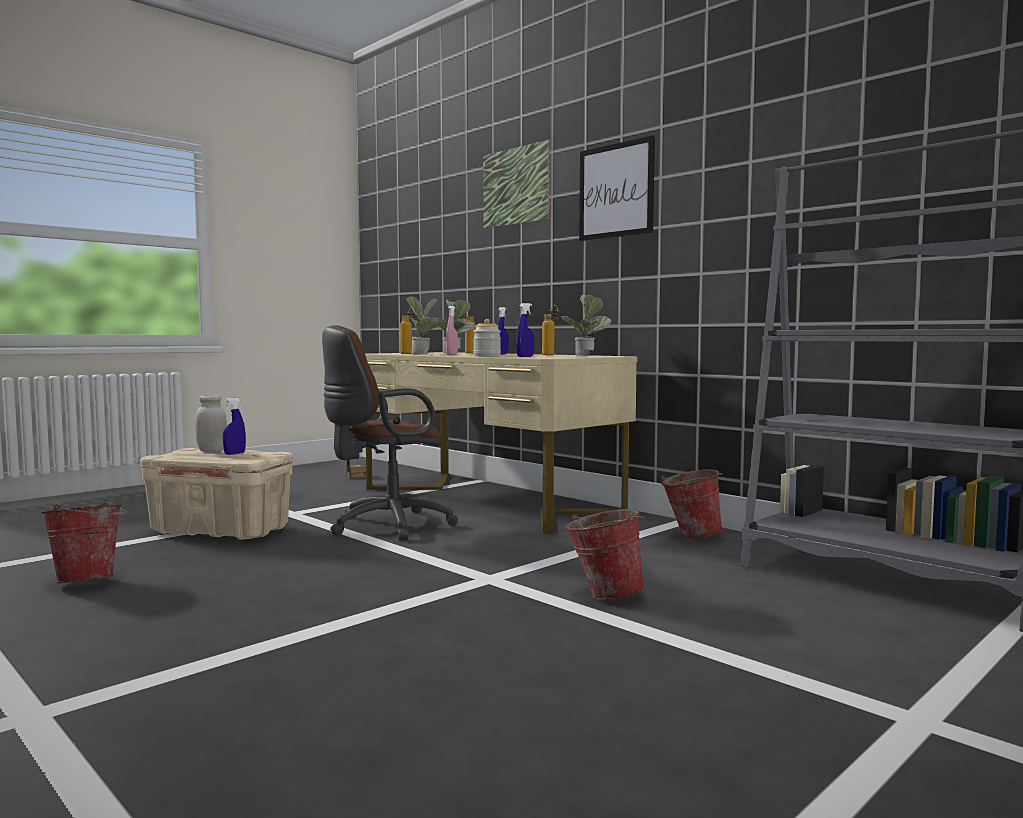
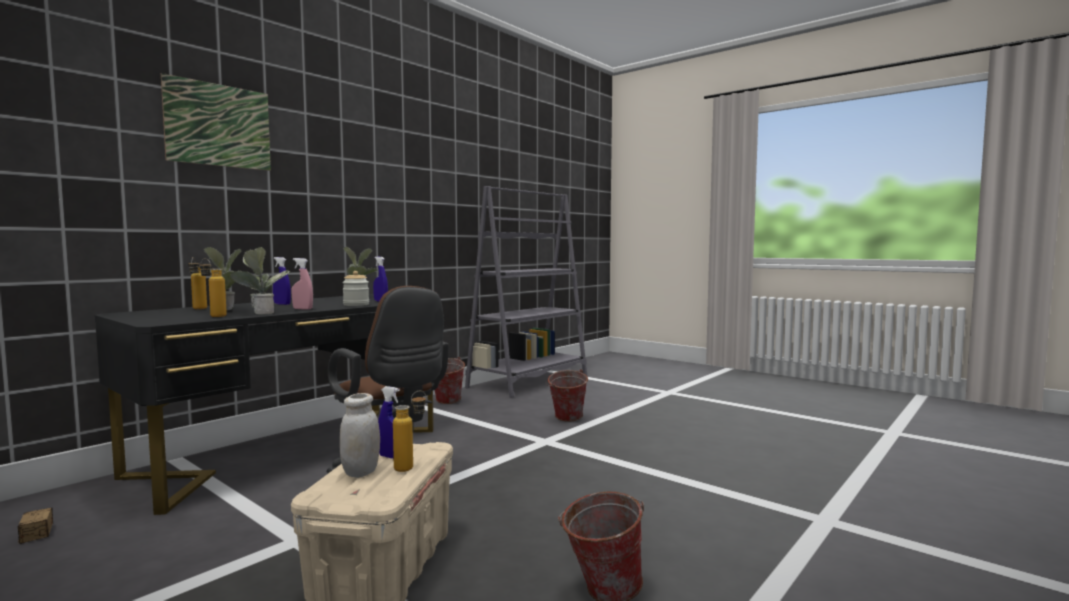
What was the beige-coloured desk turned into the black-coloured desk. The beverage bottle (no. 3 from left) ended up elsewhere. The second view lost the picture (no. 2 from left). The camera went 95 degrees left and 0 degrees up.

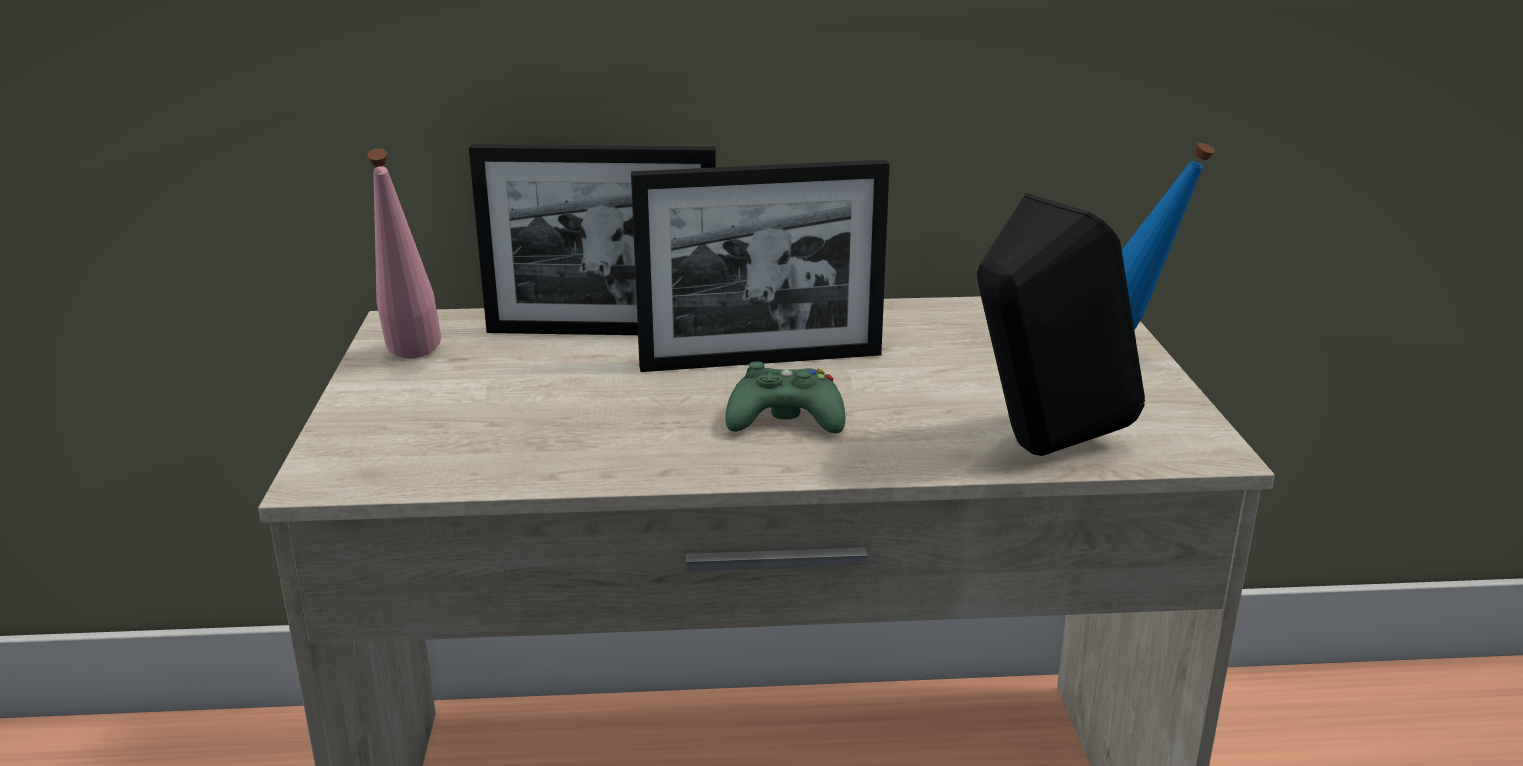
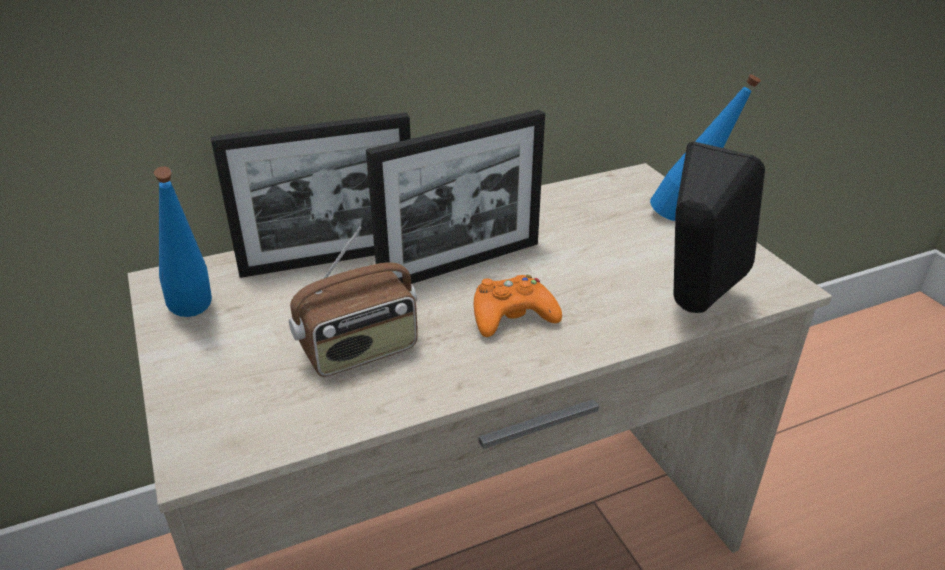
What was the pink-coloured beverage bottle turned into the blue beverage bottle (no. 1 from left). What was the green joypad turned into the orange-coloured joypad. The second view gained the radio. The camera went 20 degrees left and 10 degrees up.

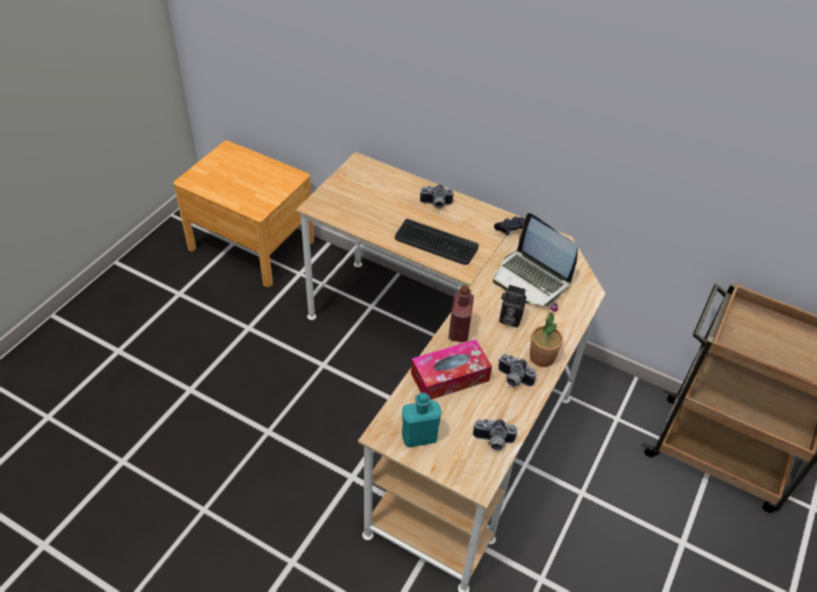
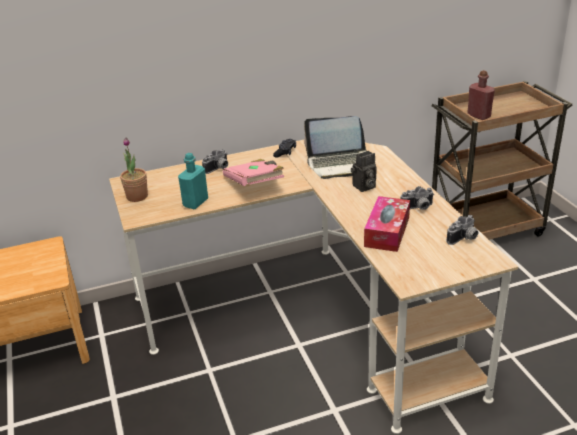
Where the PC keyboard stood, the pink-coloured book came to stand. The blue-green beverage bottle ended up elsewhere. The red beverage bottle ended up elsewhere. The plant in a pot ended up elsewhere. The camera went 45 degrees left and 15 degrees down.

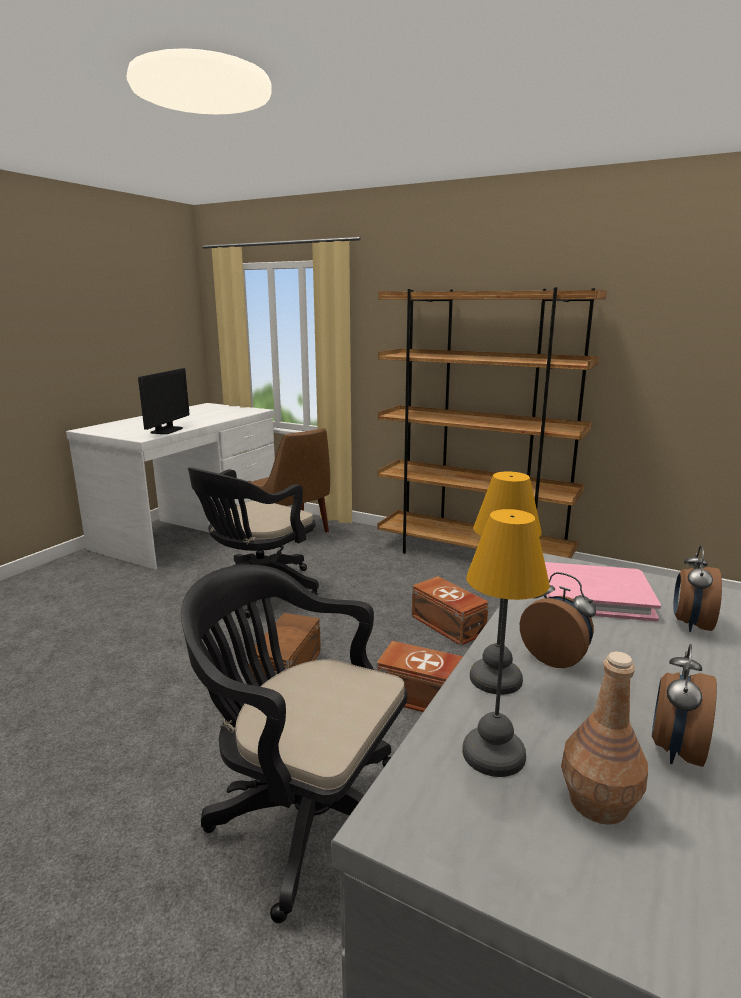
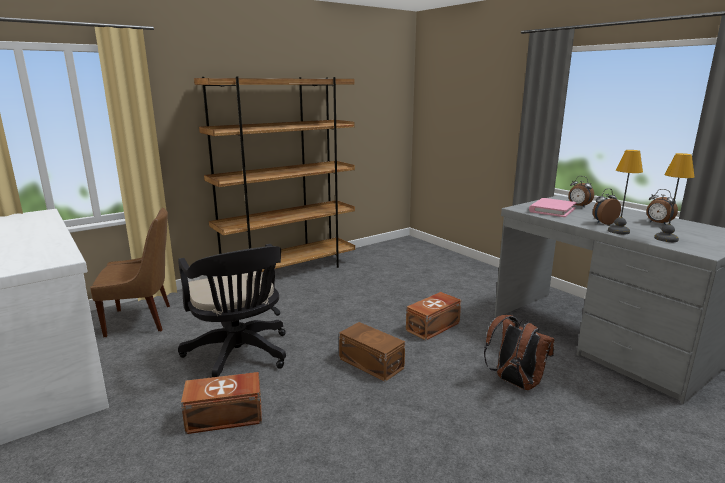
The second view lost the monitor. Where the black-coloured office chair (no. 2 from left) stood, the brown knapsack came to stand. The brown storage container (no. 3 from left in the first image) ended up elsewhere. The second view lost the brown beverage bottle. The camera went 65 degrees left and 0 degrees up.

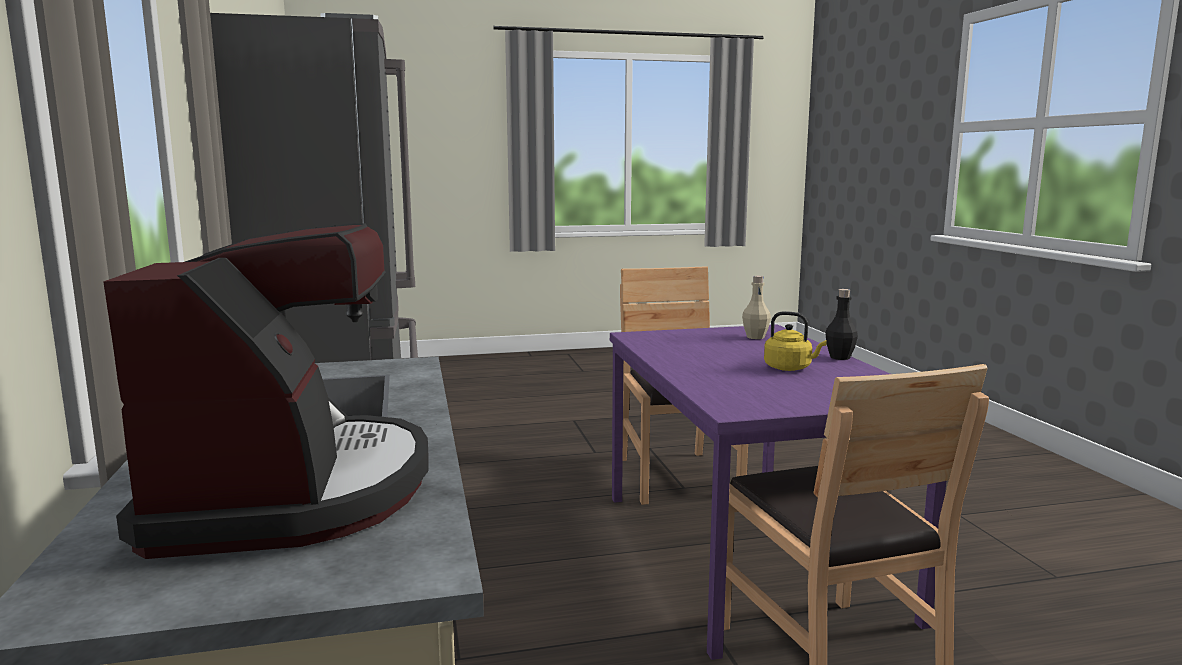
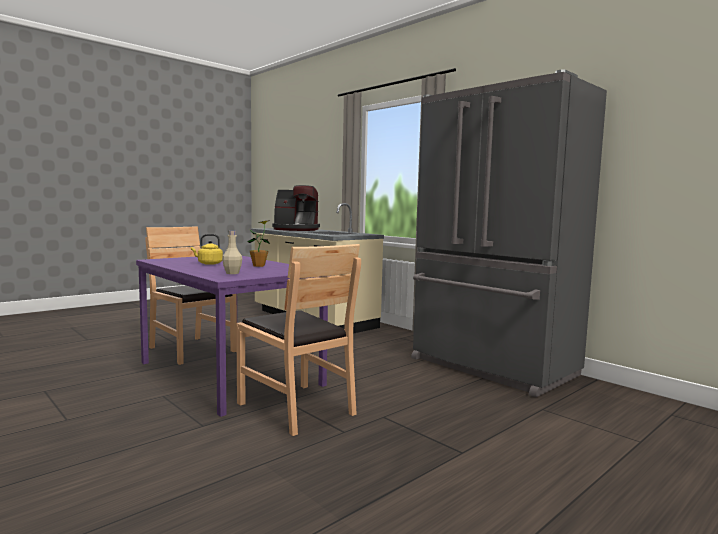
The coffee machine ended up facing another way, 45 degrees counterclockwise from before. The second view lost the black-coloured beverage bottle. The second view gained the plant in a pot. The camera went 150 degrees right and 5 degrees down.

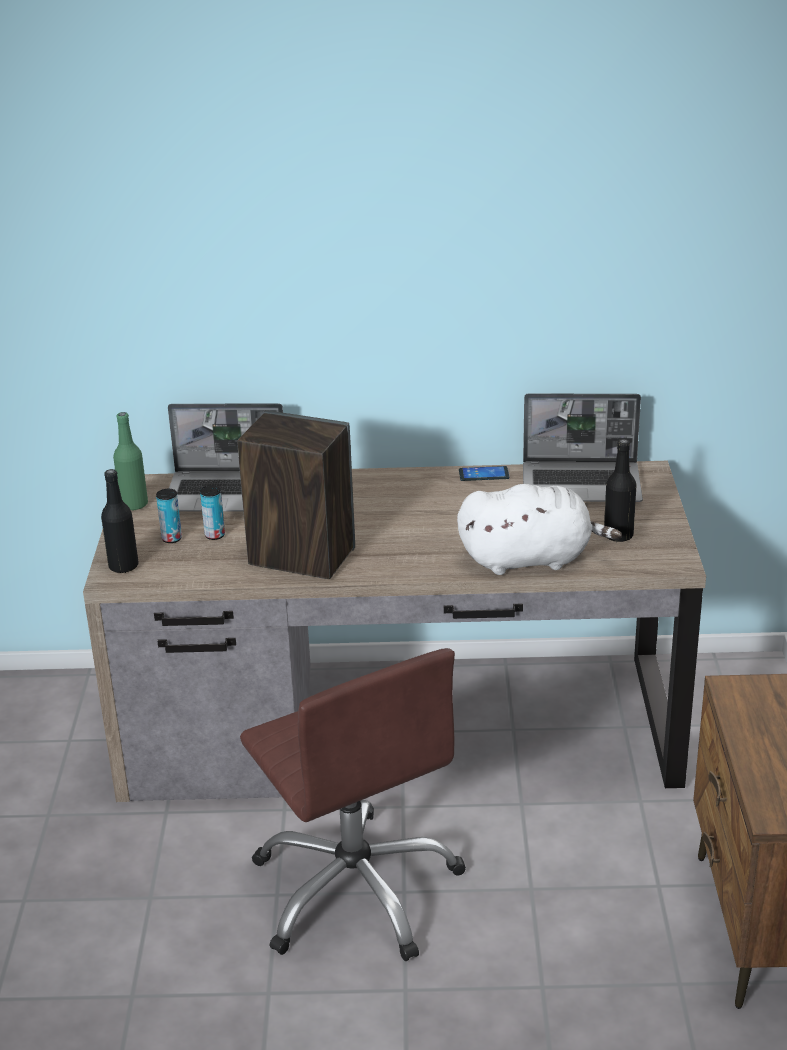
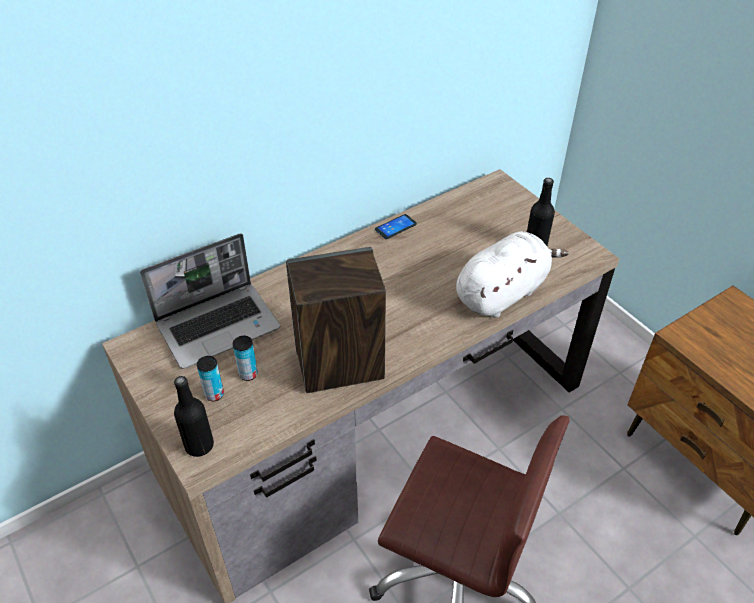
The second view lost the green beverage bottle. The second view lost the portable computer (no. 2 from left). The camera went 35 degrees left and 15 degrees up.

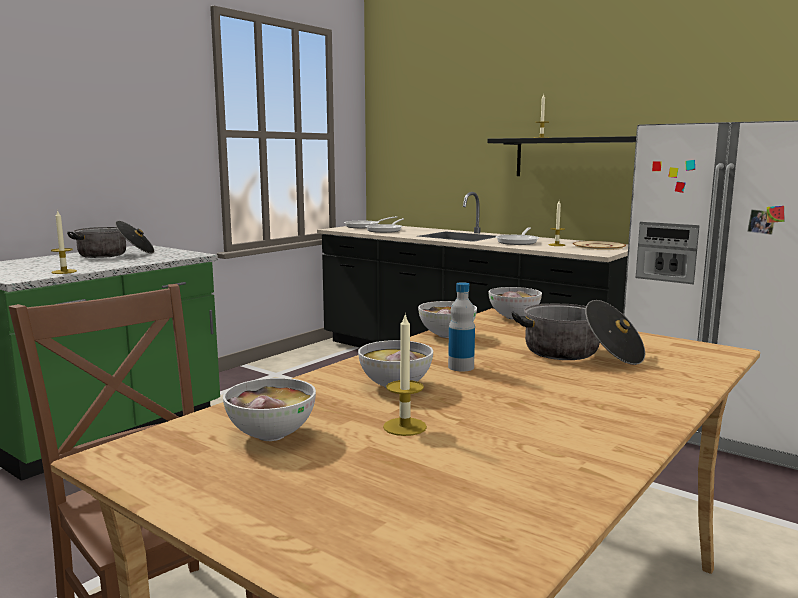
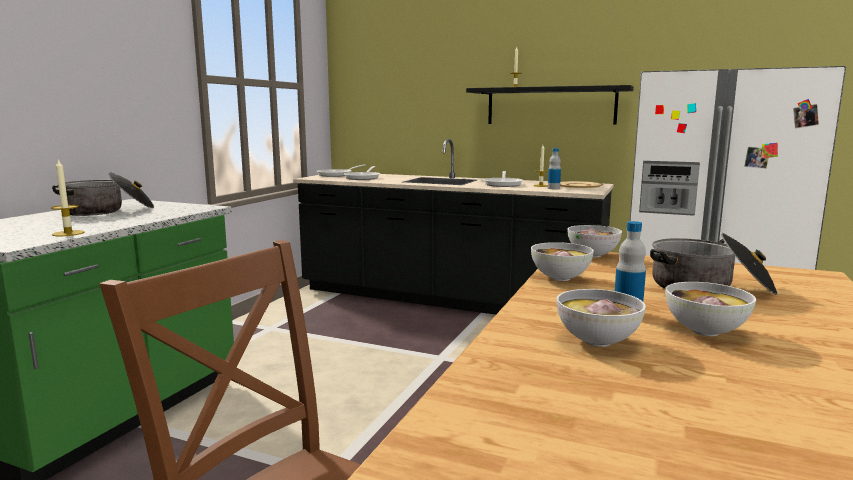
The serving bowl (no. 1 from left in the first image) ended up elsewhere. The second view lost the wax light (no. 2 from left). The second view gained the beverage bottle (no. 1 from left). The camera went 15 degrees left and 0 degrees up.

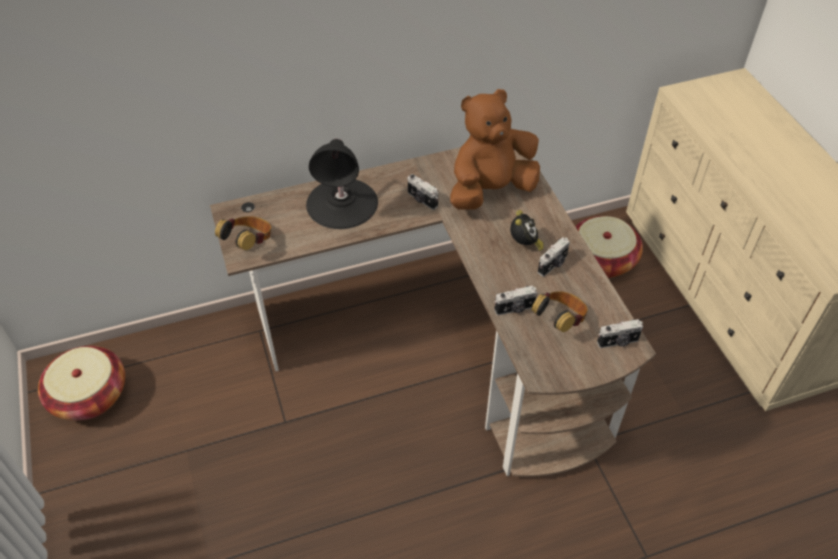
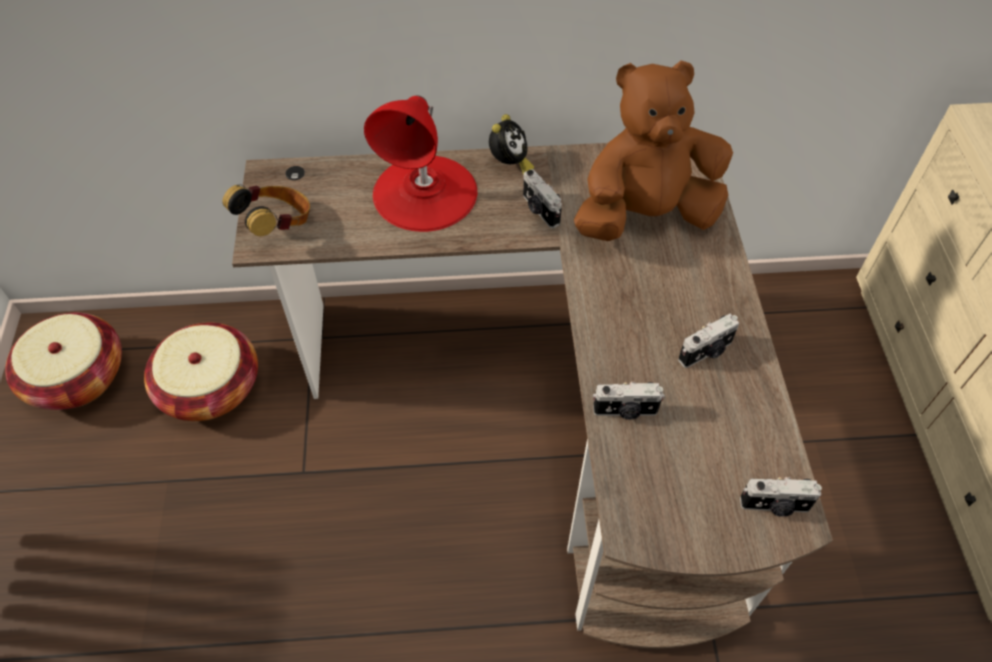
What was the black-coloured lamp for a table turned into the red lamp for a table. The bedside clock ended up elsewhere. The second view lost the headset (no. 2 from left). The household basket (no. 2 from left) ended up elsewhere. The camera went 15 degrees right and 5 degrees up.

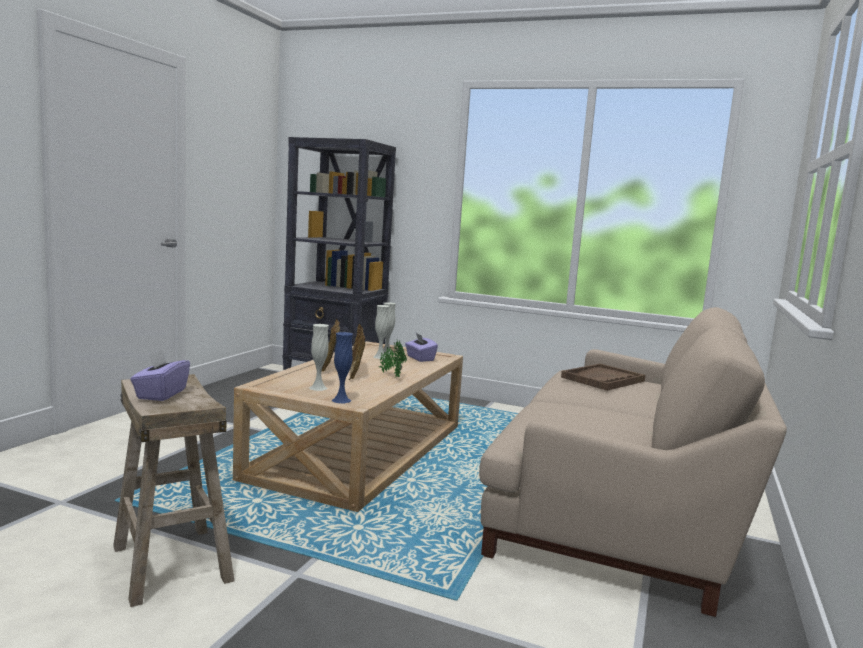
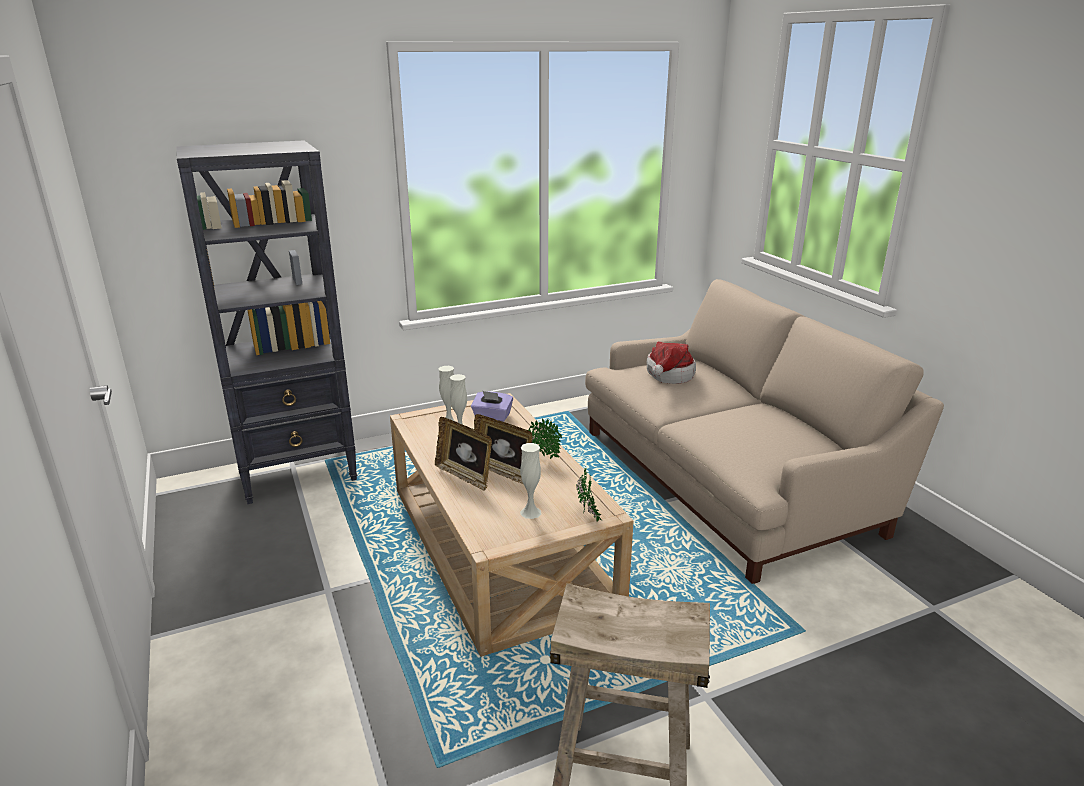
The second view lost the purple tissue box (no. 1 from left). Where the blue flower vase stood, the plant in a pot (no. 2 from left) came to stand. Where the brown carrying tray stood, the clothing hat came to stand. The camera went 45 degrees left and 15 degrees up.

